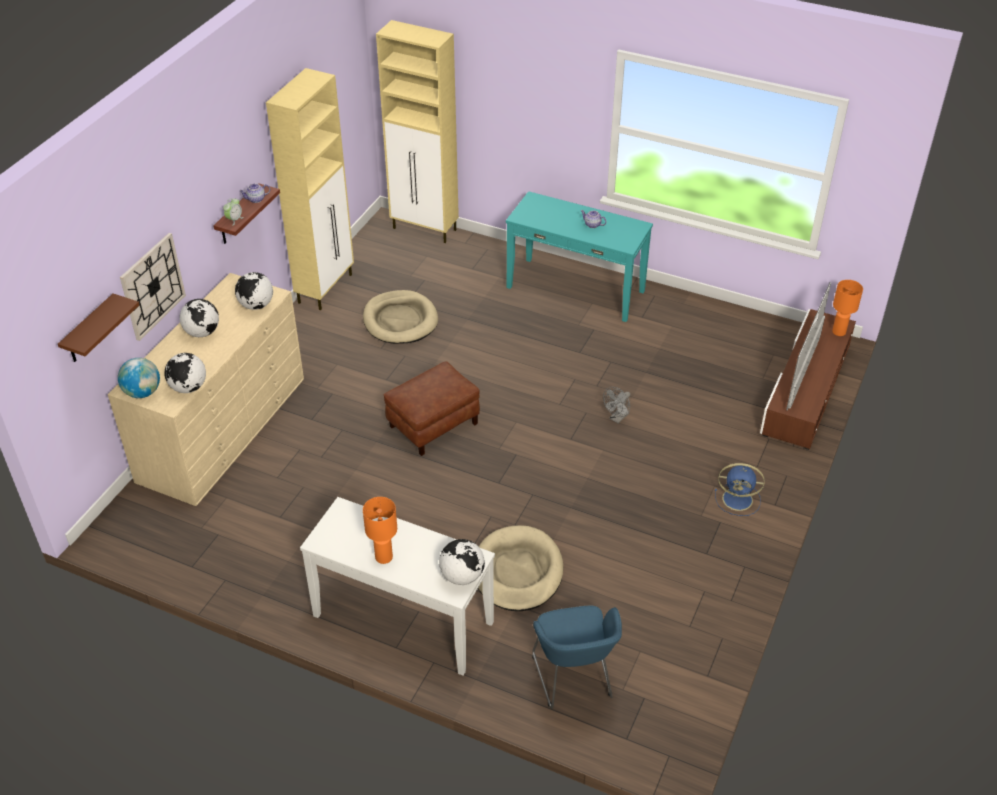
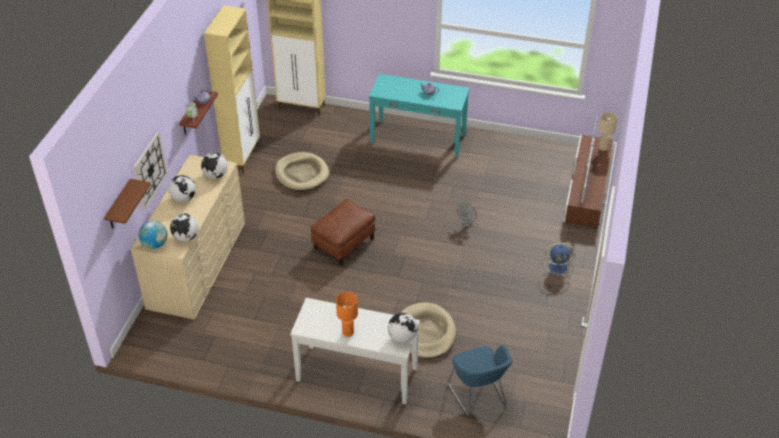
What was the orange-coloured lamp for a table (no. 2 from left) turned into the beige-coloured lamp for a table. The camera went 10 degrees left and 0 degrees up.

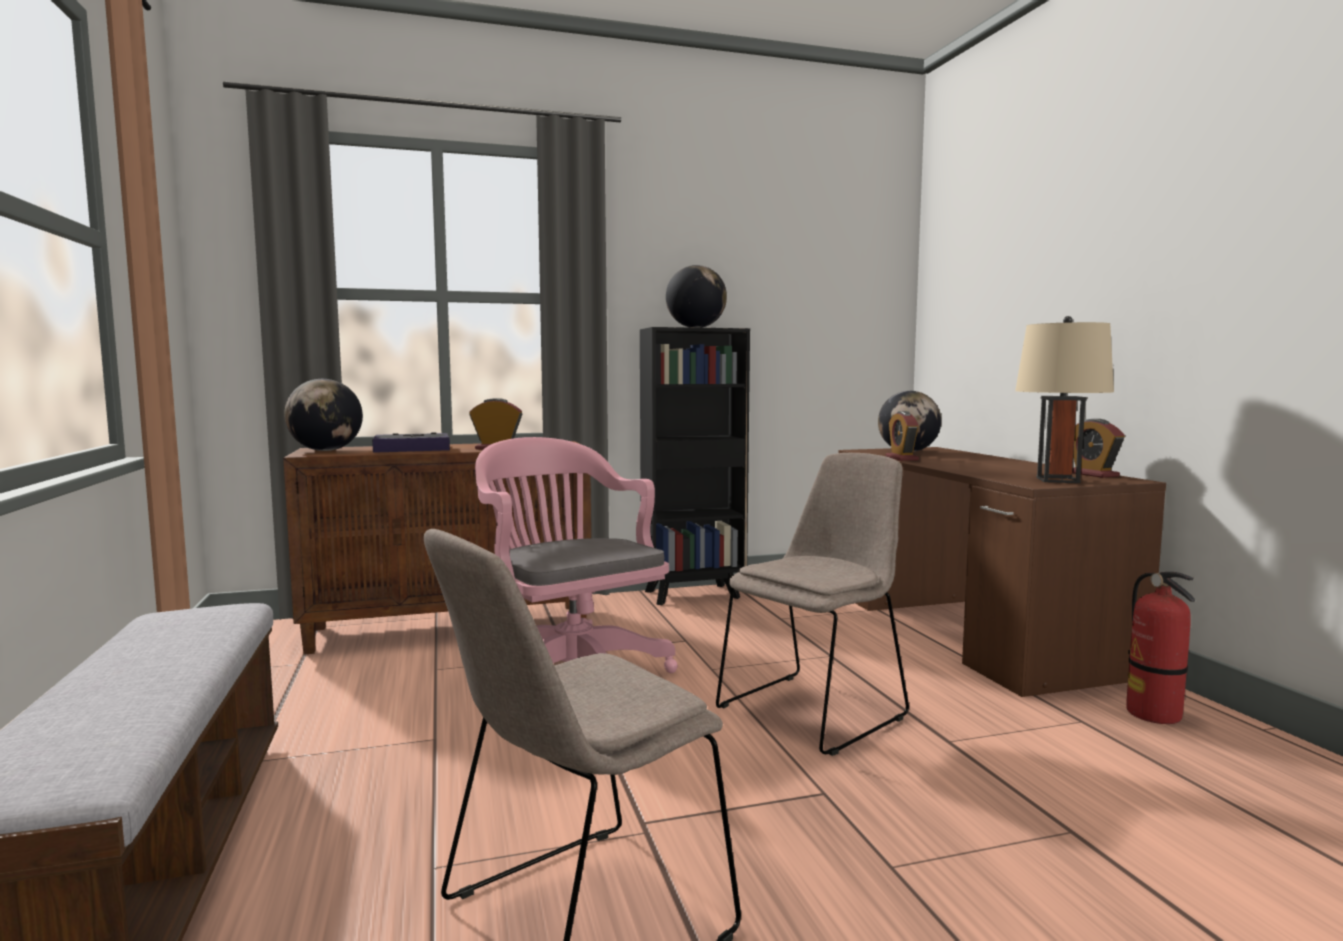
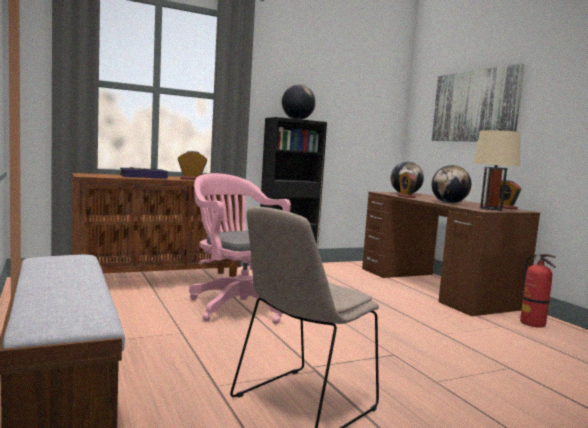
The desk globe (no. 1 from left in the first image) ended up elsewhere. The second view lost the beige-coloured chair (no. 2 from left). The second view gained the picture. The camera went 10 degrees left and 0 degrees up.

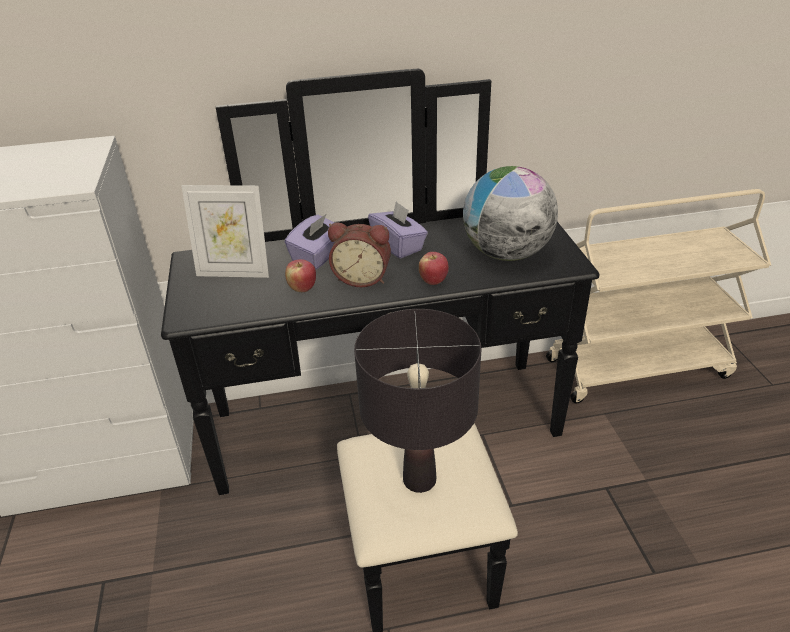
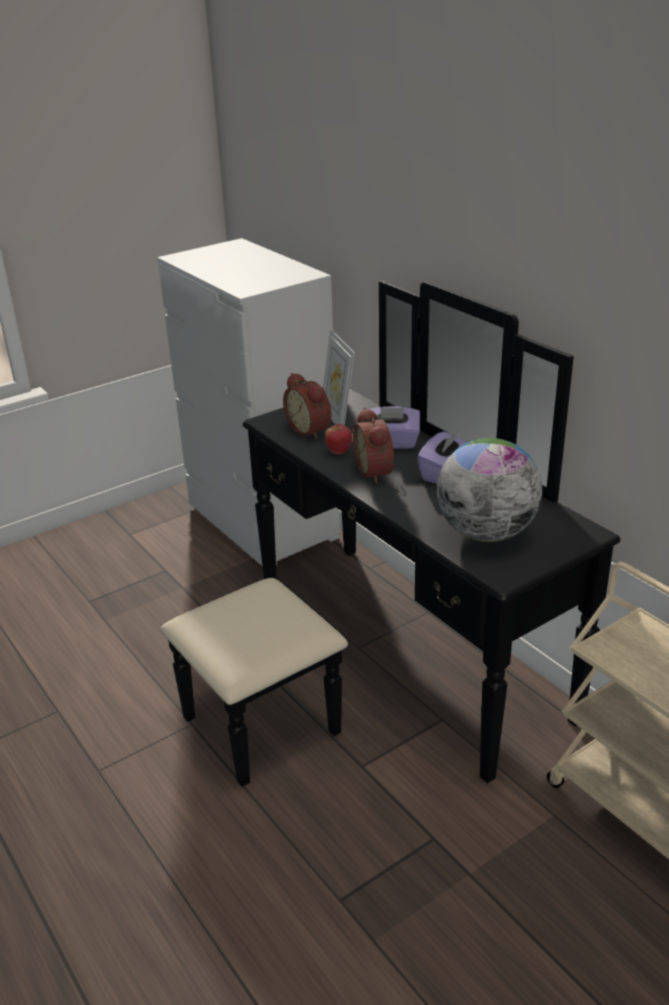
The second view lost the black-coloured lamp for a table. The second view lost the apple fruit (no. 2 from left). The second view gained the bedside clock (no. 1 from left). The camera went 65 degrees right and 5 degrees down.

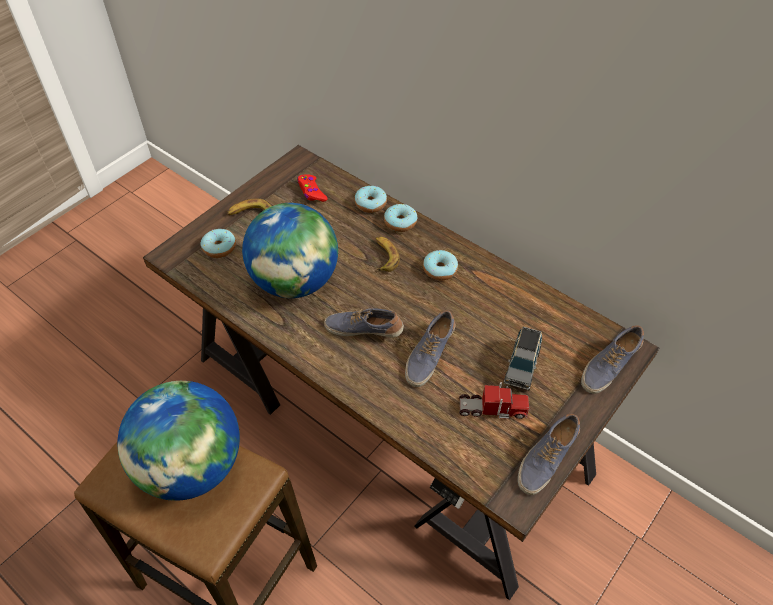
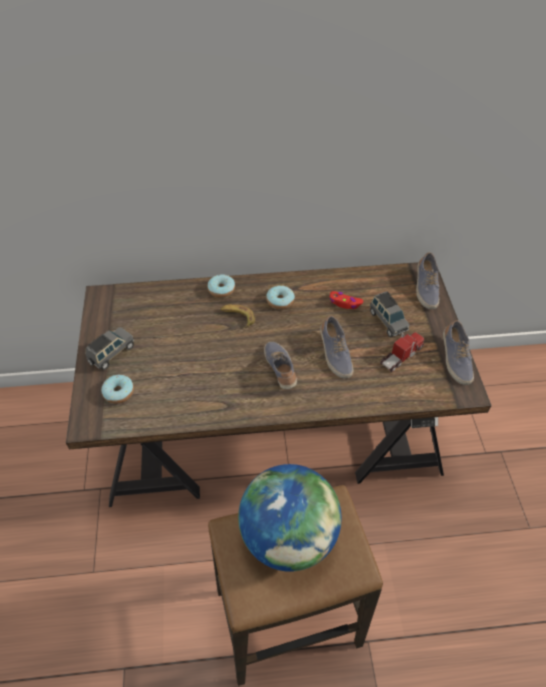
Where the whole banana (no. 1 from left) stood, the greyish toy car (no. 1 from left) came to stand. The second view lost the desk globe (no. 2 from left). The red joypad ended up elsewhere. The item of footwear (no. 1 from left) ended up facing another way, 105 degrees clockwise from before. The second view lost the donut (no. 2 from left). The camera went 45 degrees left and 0 degrees up.

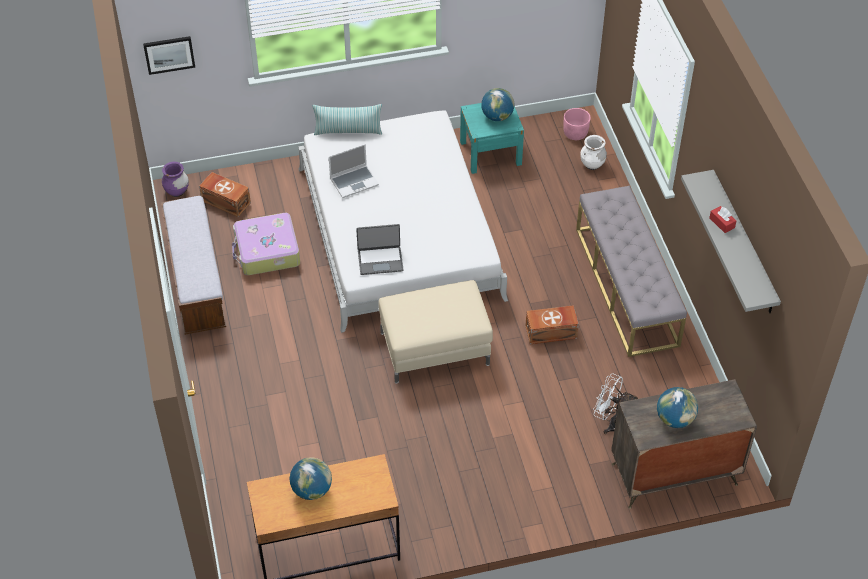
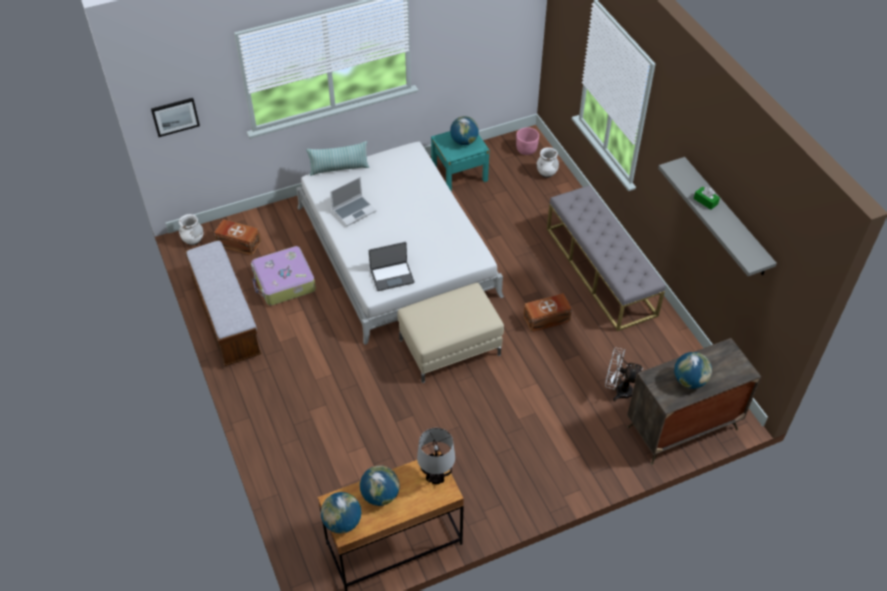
What was the purple flower vase turned into the white flower vase (no. 1 from left). What was the red tissue box turned into the green tissue box. The second view gained the desk globe (no. 1 from left). The second view gained the lamp for a table. The camera went 10 degrees left and 0 degrees up.

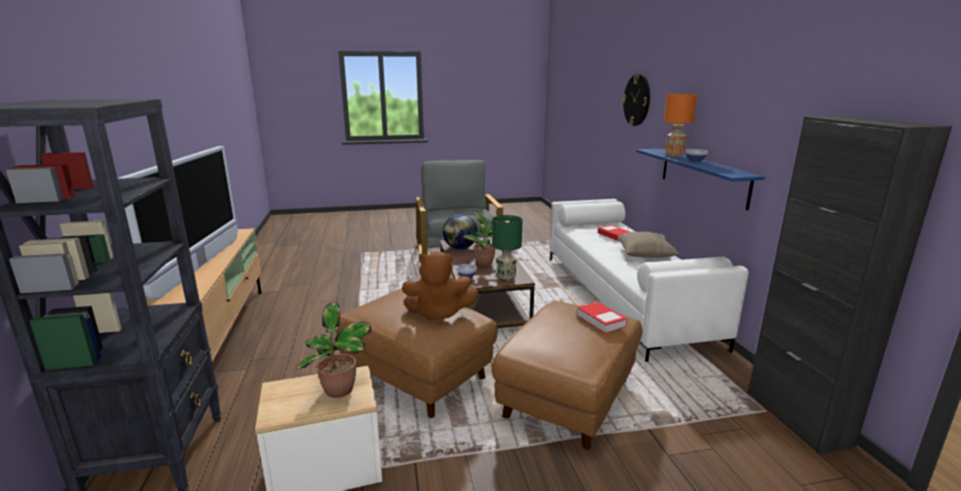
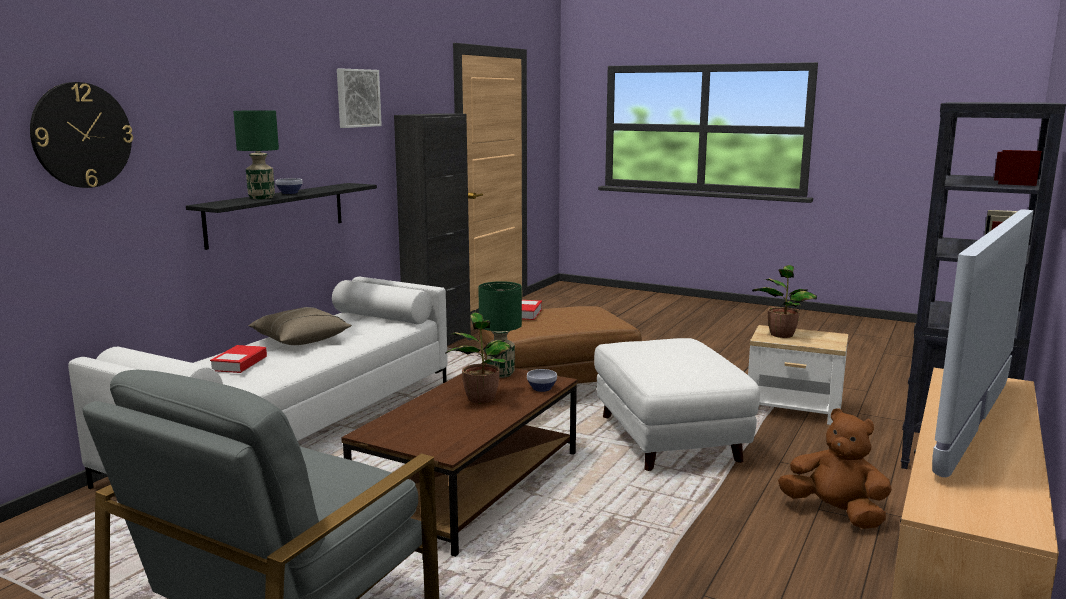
What was the brown footrest (no. 1 from left) turned into the white footrest. The brown cuddly toy ended up elsewhere. The second view lost the desk globe. What was the blue shelf turned into the black-coloured shelf. What was the orange-coloured lamp for a table turned into the green lamp for a table (no. 1 from left). The second view gained the picture. The camera went 140 degrees left and 5 degrees down.

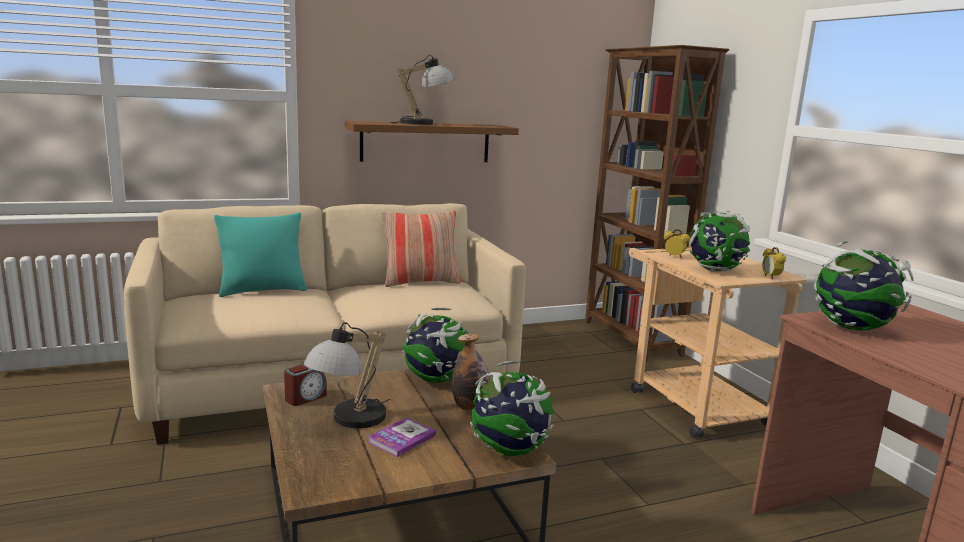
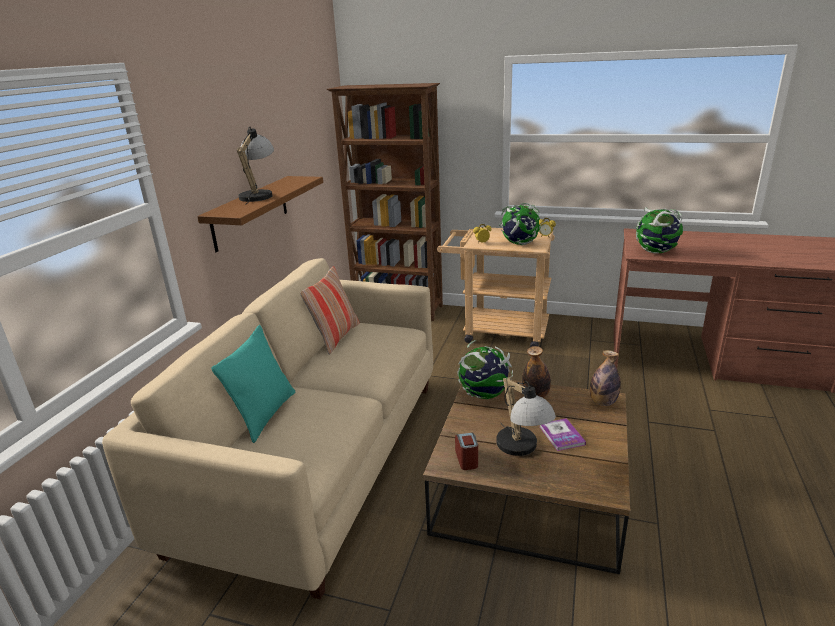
Where the desk globe (no. 2 from left) stood, the beverage bottle (no. 2 from left) came to stand. The camera went 50 degrees left and 10 degrees up.

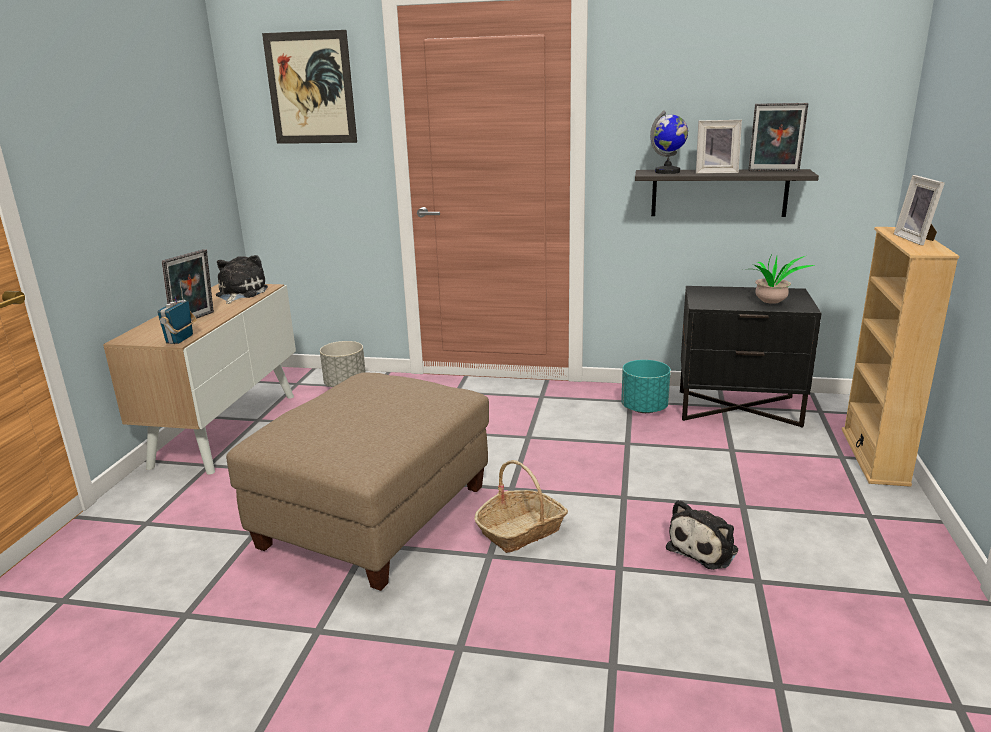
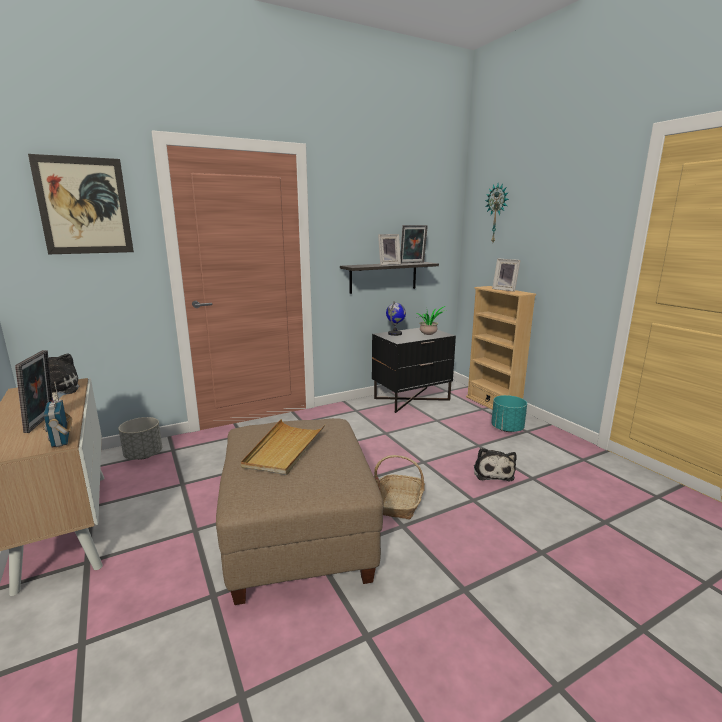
The blue-green flower pot ended up elsewhere. The desk globe ended up elsewhere. The second view gained the beige-coloured carrying tray. The second view gained the wall clock. The camera went 40 degrees left and 5 degrees down.

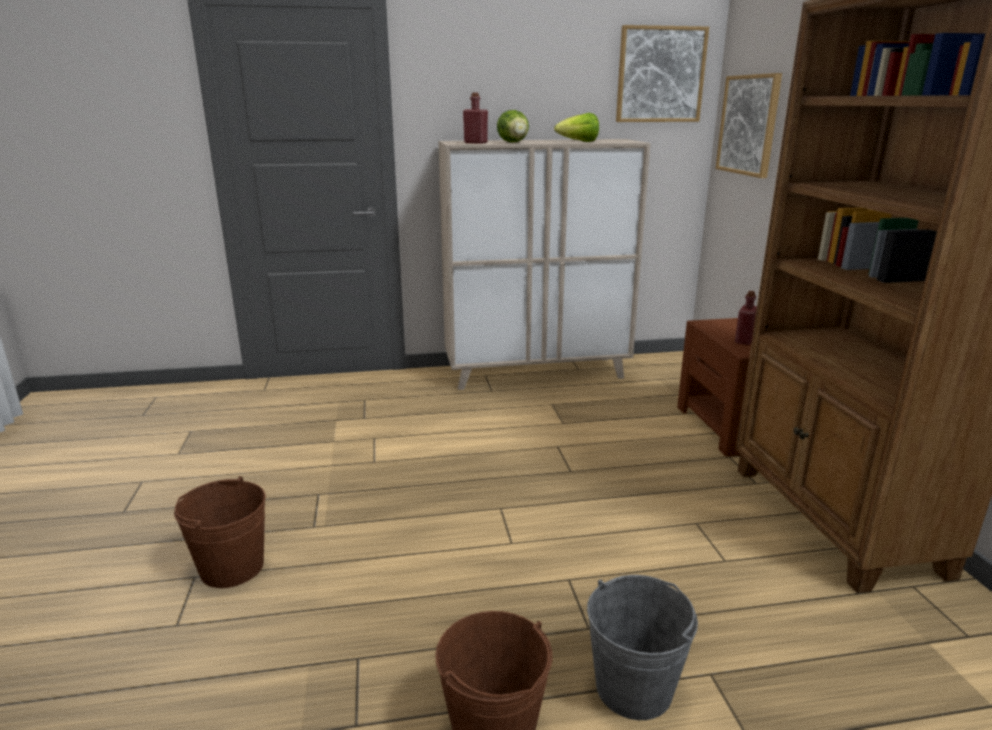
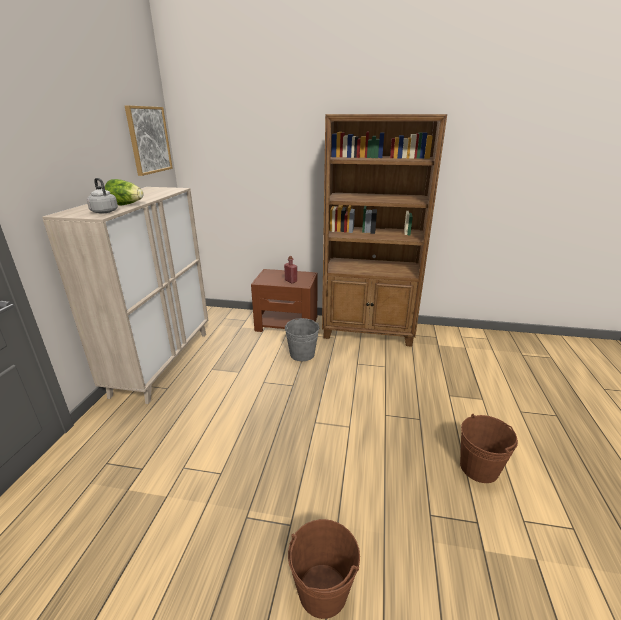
Where the red beverage bottle (no. 1 from left) stood, the greyish water kettle came to stand. The second view lost the lettuce (no. 2 from left). The greyish bucket ended up elsewhere. The second view lost the picture (no. 2 from left). The camera went 70 degrees left and 5 degrees up.

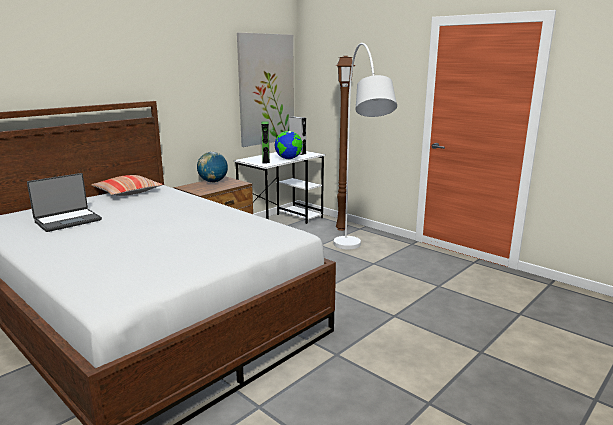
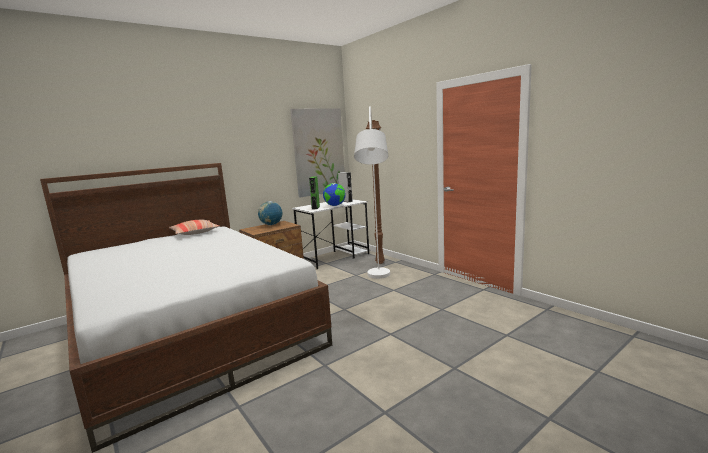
The second view lost the portable computer. The camera went 10 degrees right and 5 degrees down.

